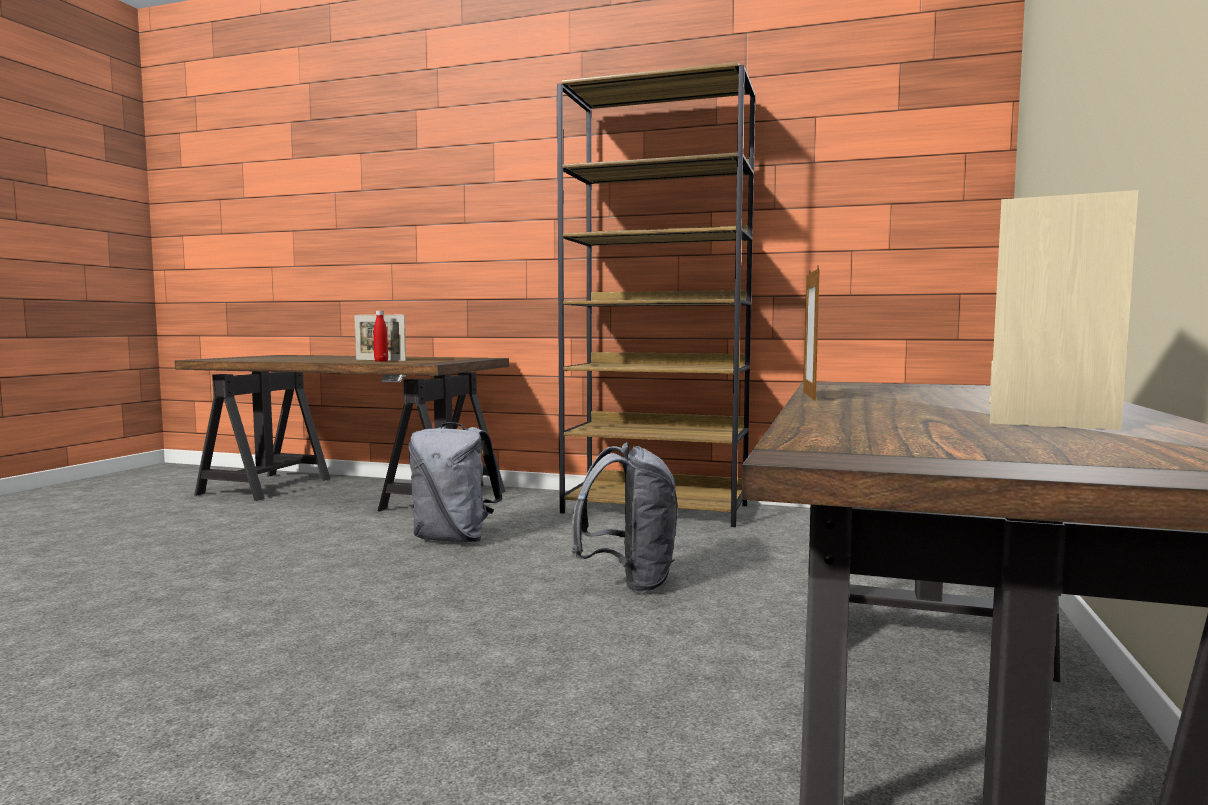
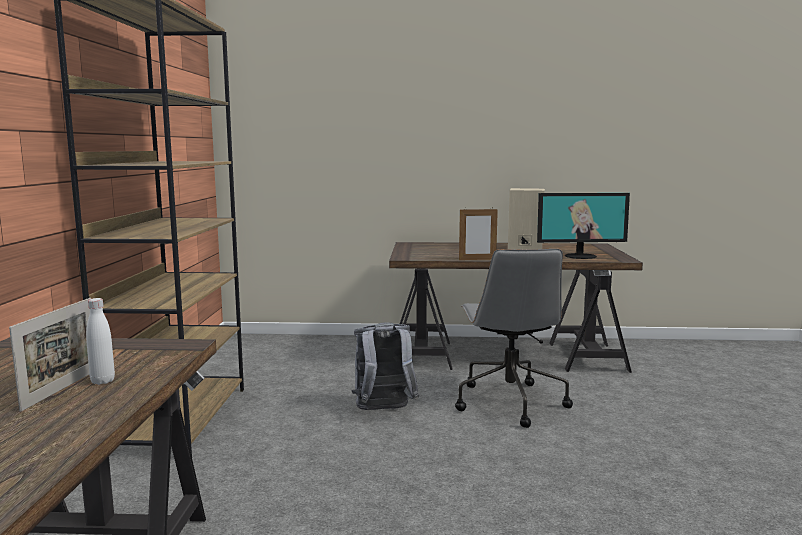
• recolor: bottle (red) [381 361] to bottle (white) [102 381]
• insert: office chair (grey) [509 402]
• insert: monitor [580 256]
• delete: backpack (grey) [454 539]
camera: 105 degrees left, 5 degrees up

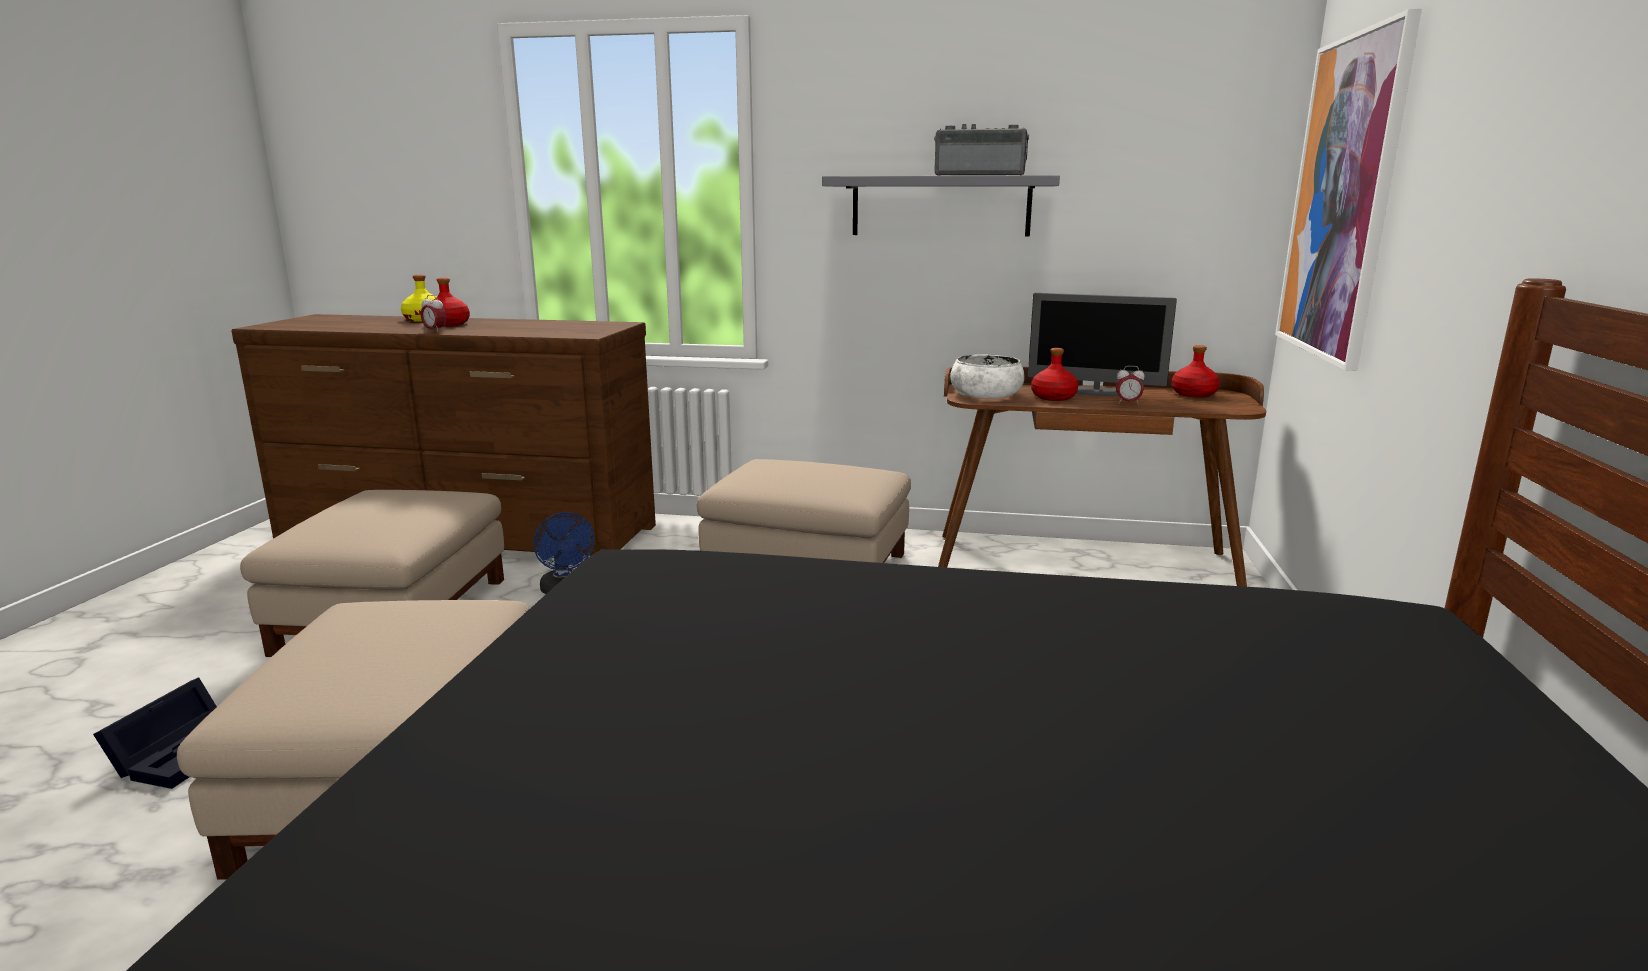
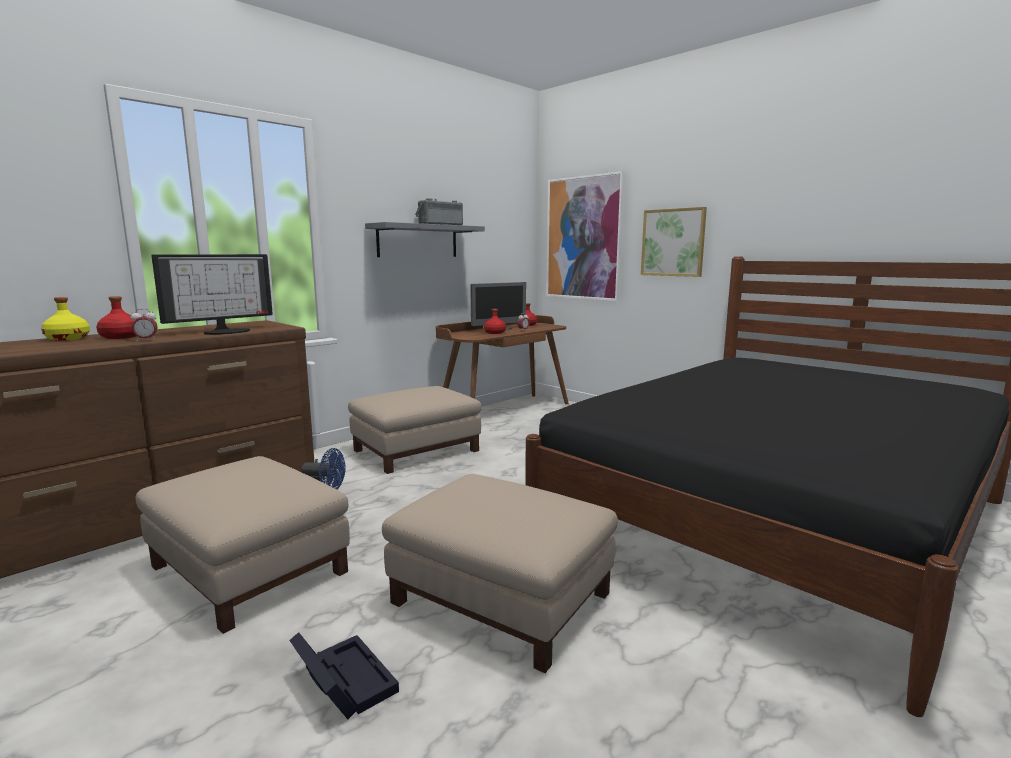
• insert: monitor [226 331]
• insert: picture [673 242]
• delete: bowl (white) [986 395]
camera: 55 degrees left, 5 degrees down

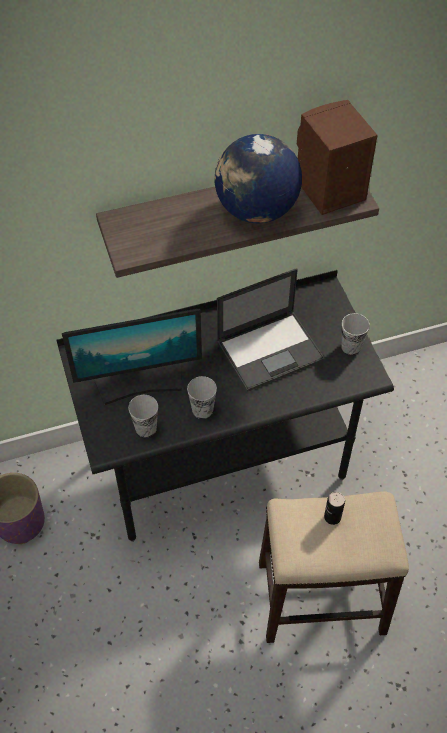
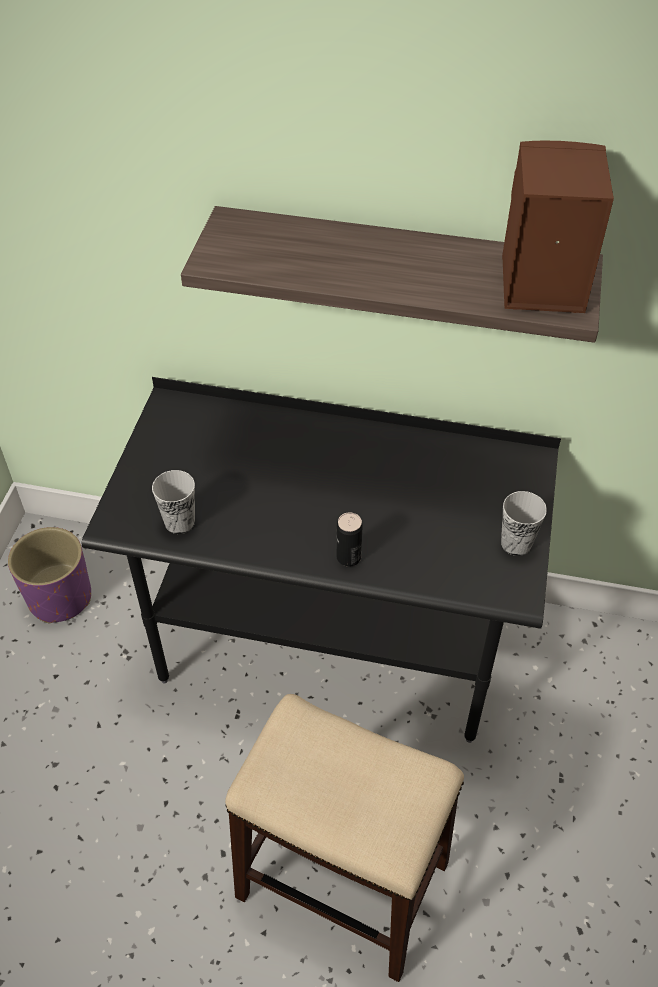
• move: can [332 517] to [348 557]
• delete: monitor [139 382]
• delete: cup [202 410]
• delete: globe [256 210]
• delete: laptop [271 350]
camera: 30 degrees right, 5 degrees down

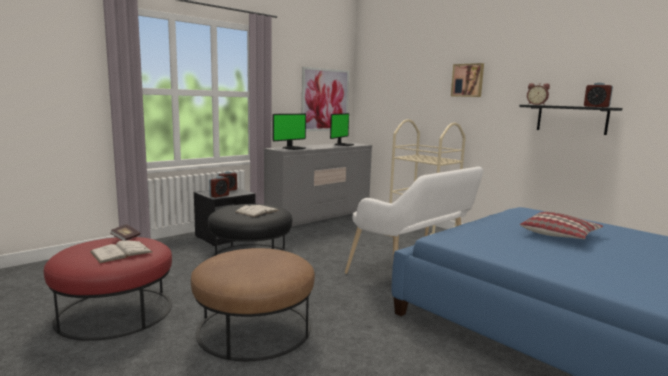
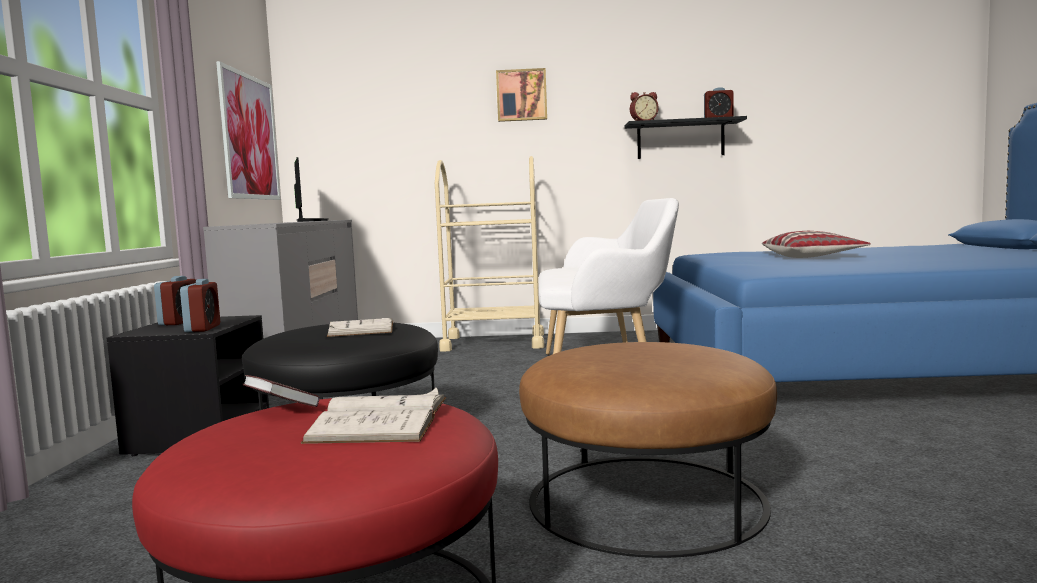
• delete: monitor [293 148]
camera: 45 degrees left, 5 degrees down

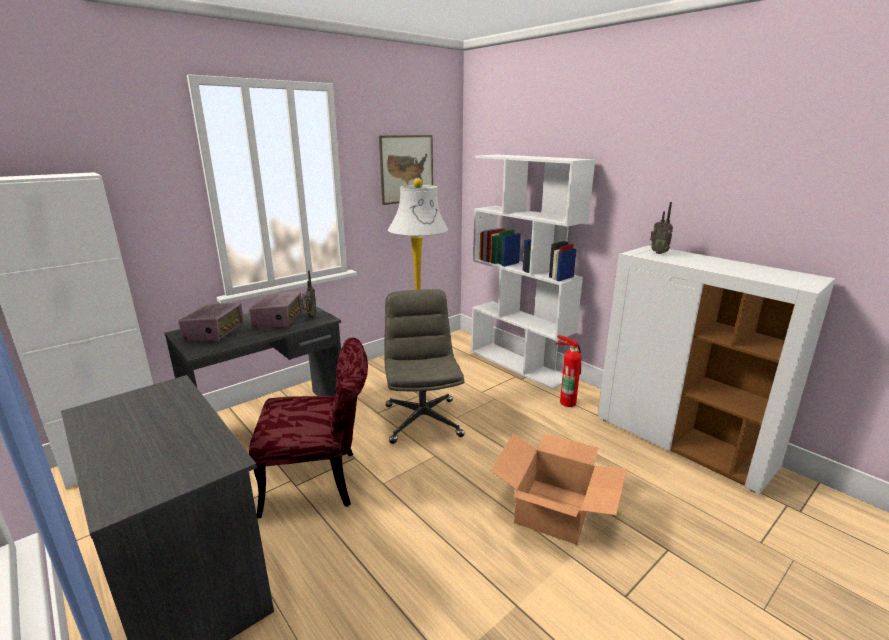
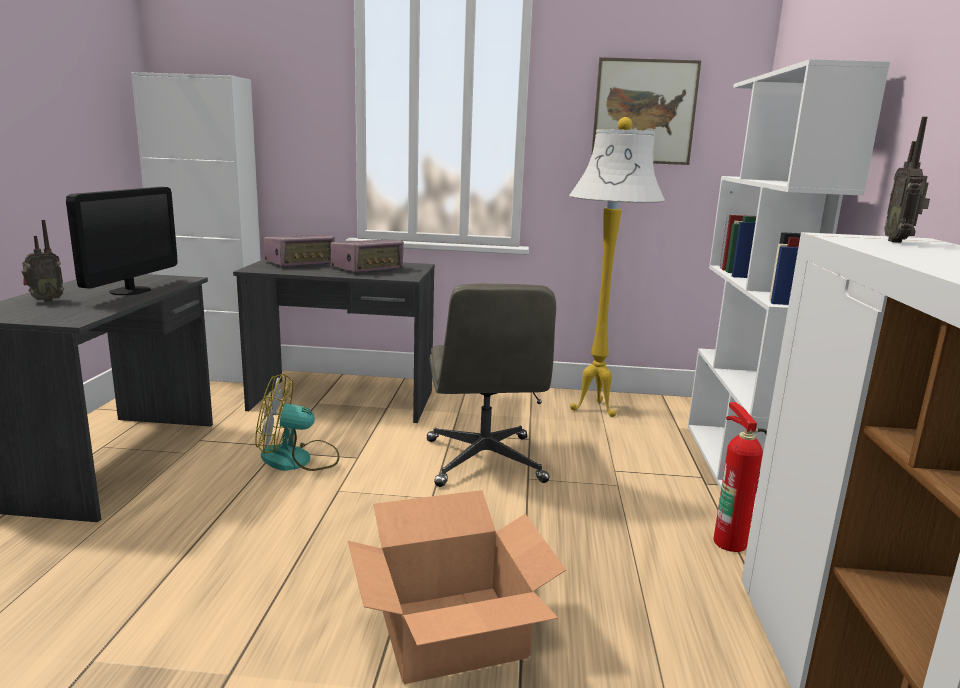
• move: radio [310 317] to [45 300]
• insert: monitor [130 291]
• replace: chair (red) [322 481] to fan [298 459]
• rotate: office chair (grey) [422 420] = [485 461] 135 degrees clockwise
camera: 45 degrees right, 5 degrees down

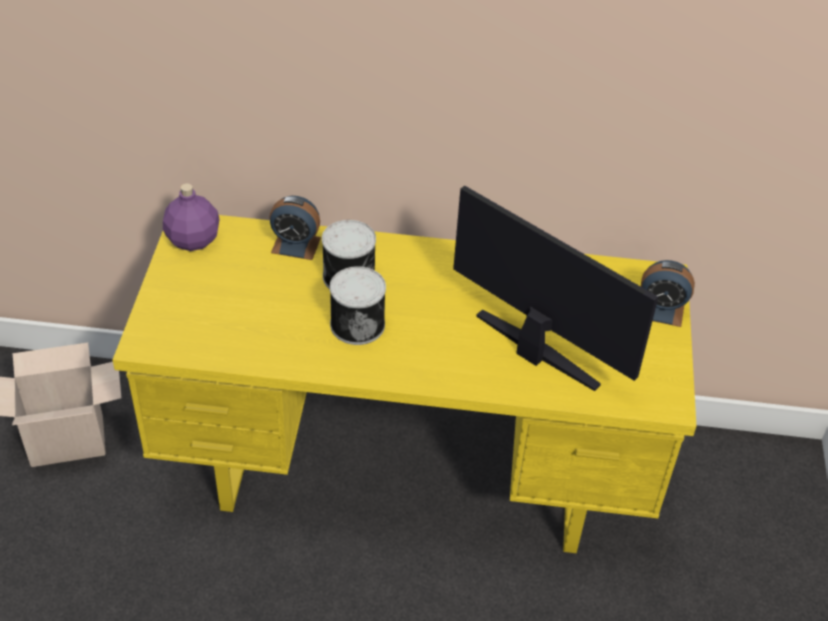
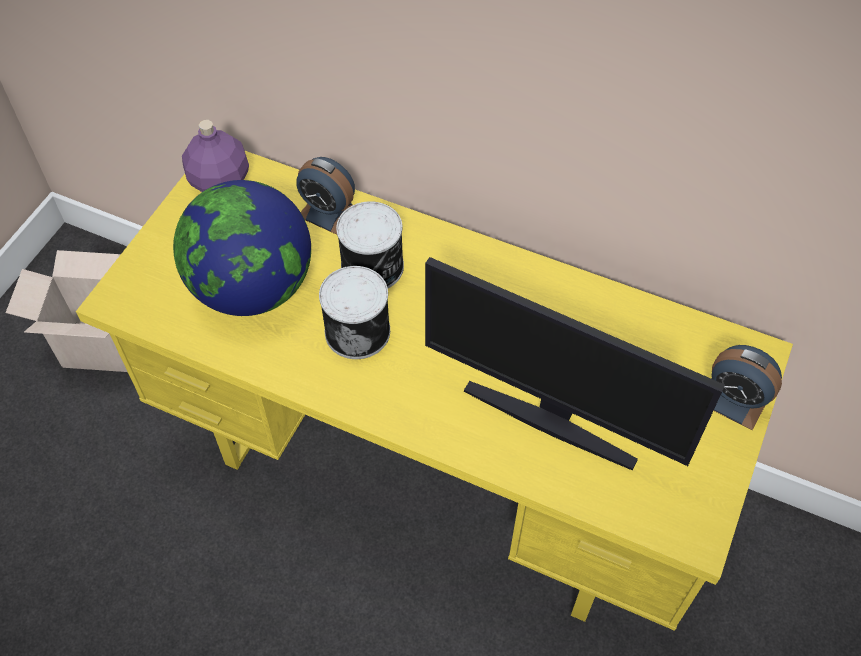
• insert: globe [252 288]
• rotate: monitor [533 352] = [551 420] 150 degrees clockwise
camera: 20 degrees right, 10 degrees up

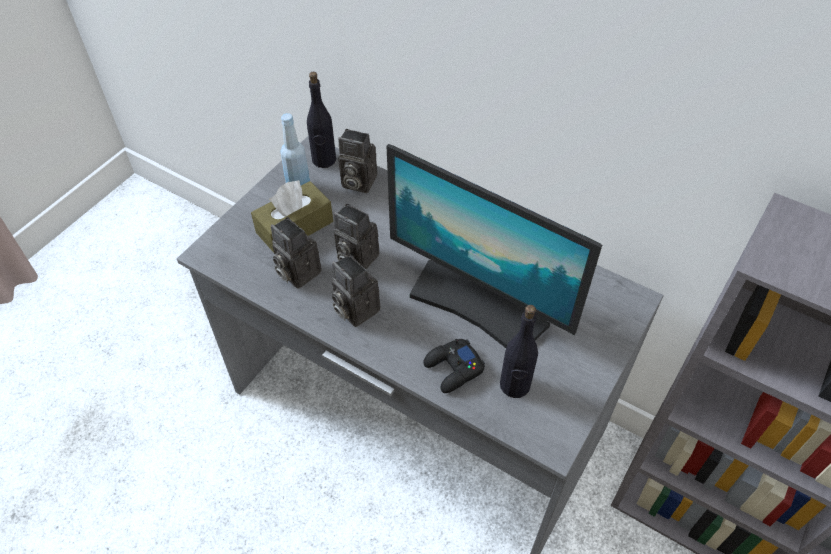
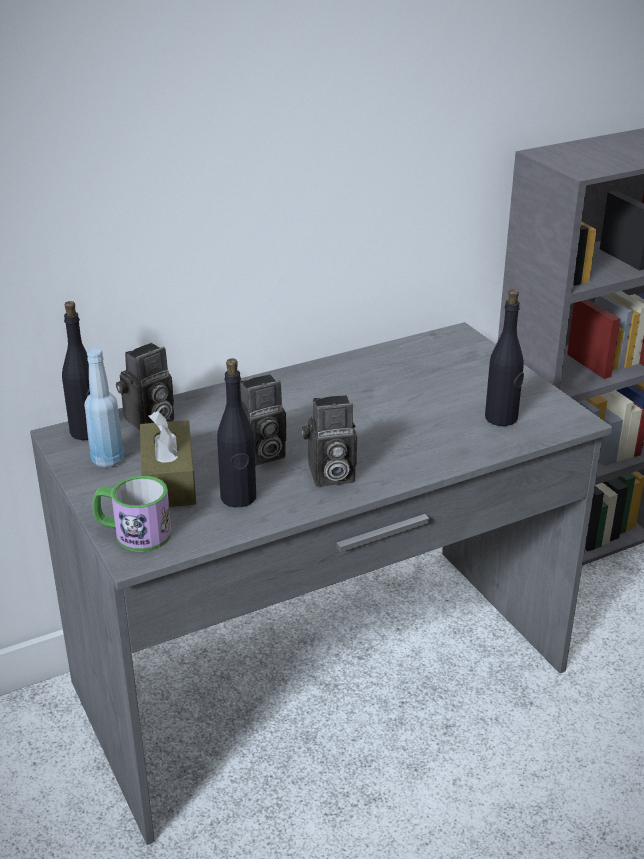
• insert: mug [133 533]
• replace: photo camera [296 272] to bottle (black) [238 498]
• delete: monitor [478 304]
• delete: game controller (black) [453 369]
camera: 60 degrees left, 20 degrees down

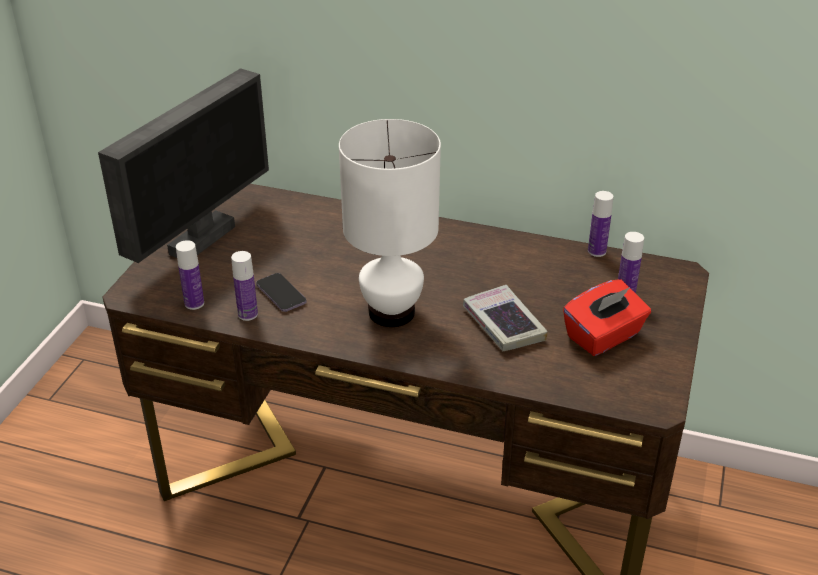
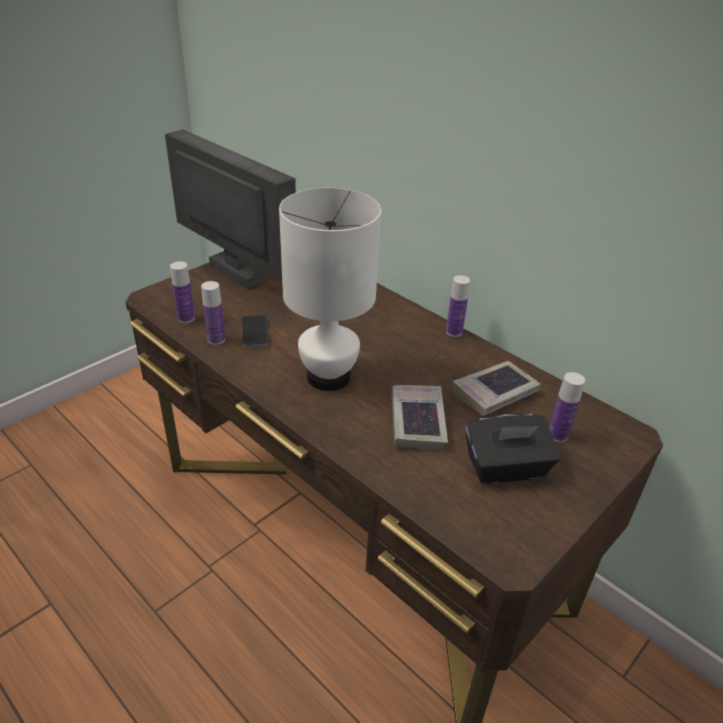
• rotate: monitor [200 239] = [234 274] 105 degrees counterclockwise
• move: bottle [596 251] to [454 332]
• insert: book [495 393]
• recolor: tissue box (red) [604 336] to tissue box (black) [506 468]
camera: 25 degrees right, 0 degrees up

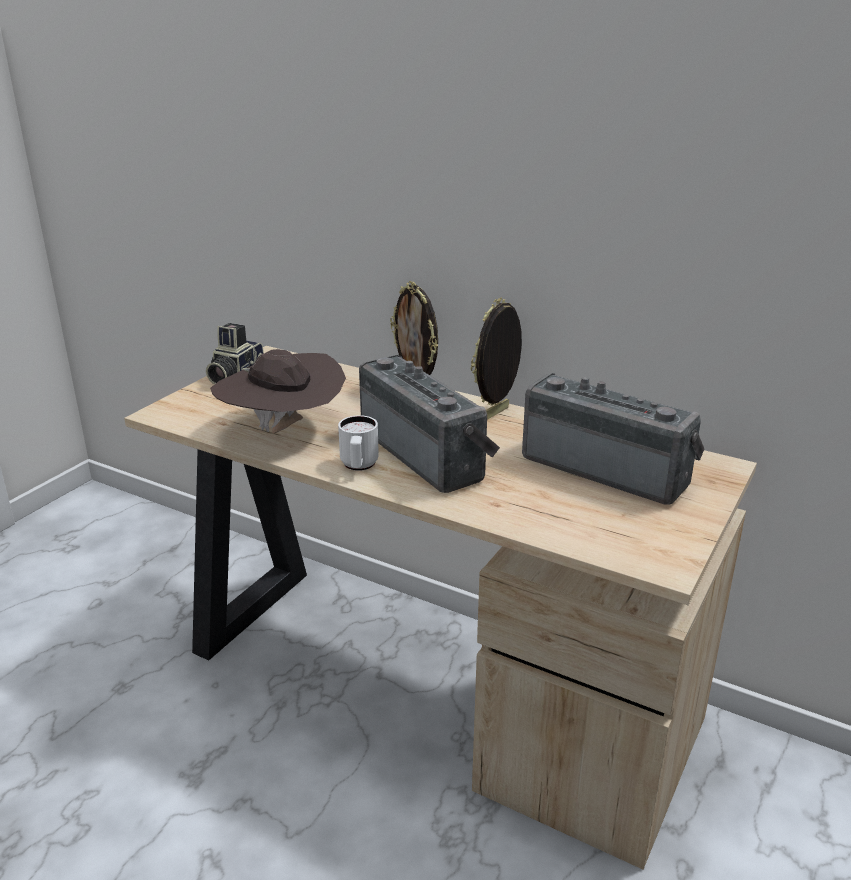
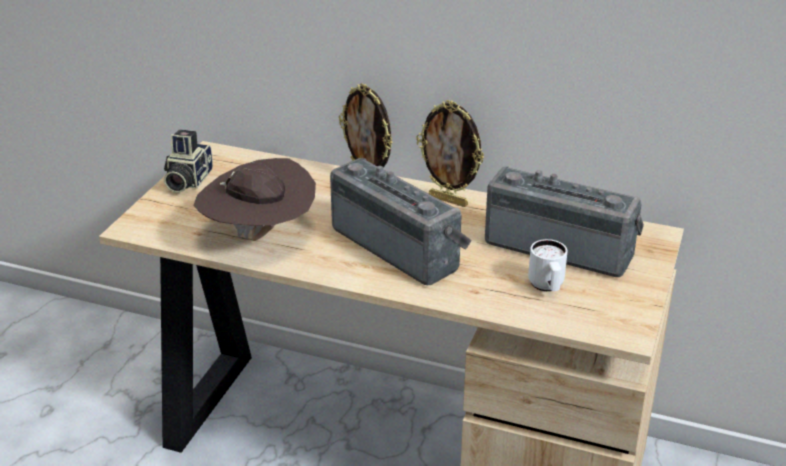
• rotate: picture frame [496 414] = [449 200] 90 degrees counterclockwise
• move: mug (white) [359 467] to [547 287]
camera: 10 degrees left, 5 degrees up

